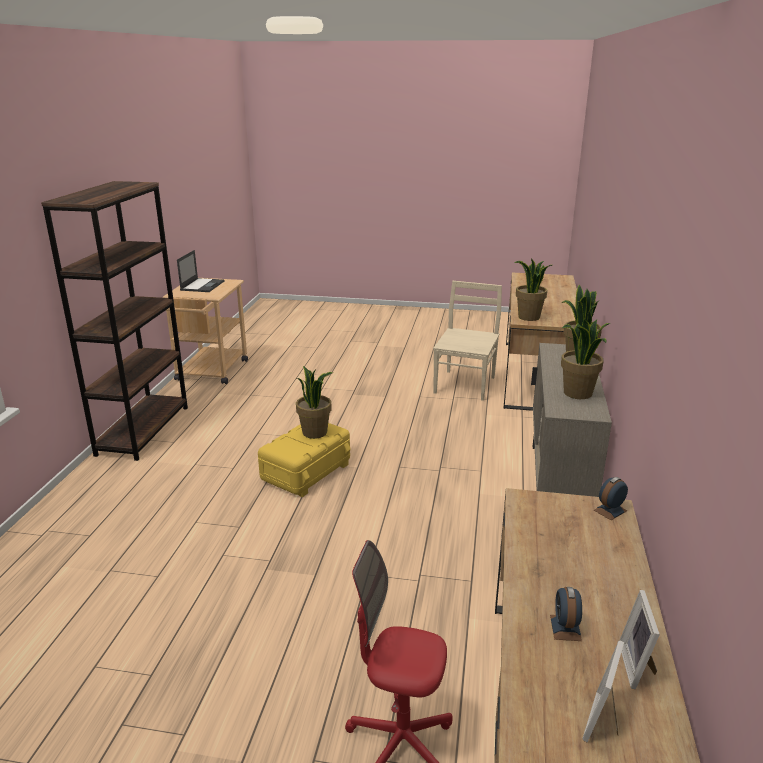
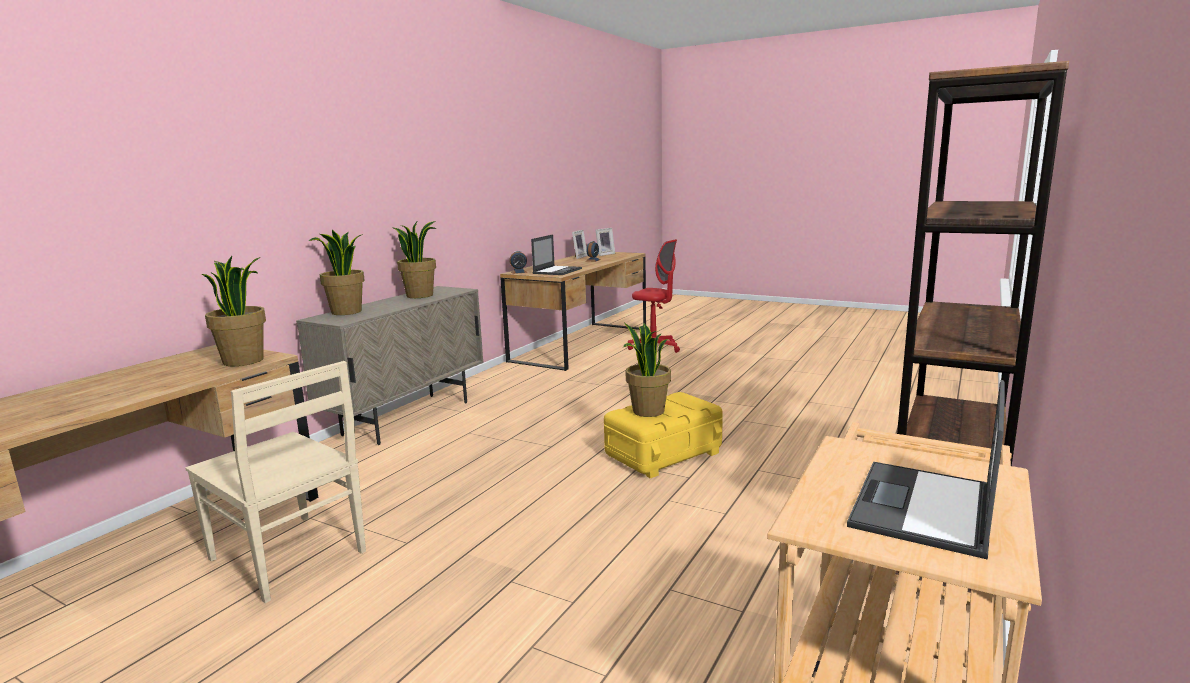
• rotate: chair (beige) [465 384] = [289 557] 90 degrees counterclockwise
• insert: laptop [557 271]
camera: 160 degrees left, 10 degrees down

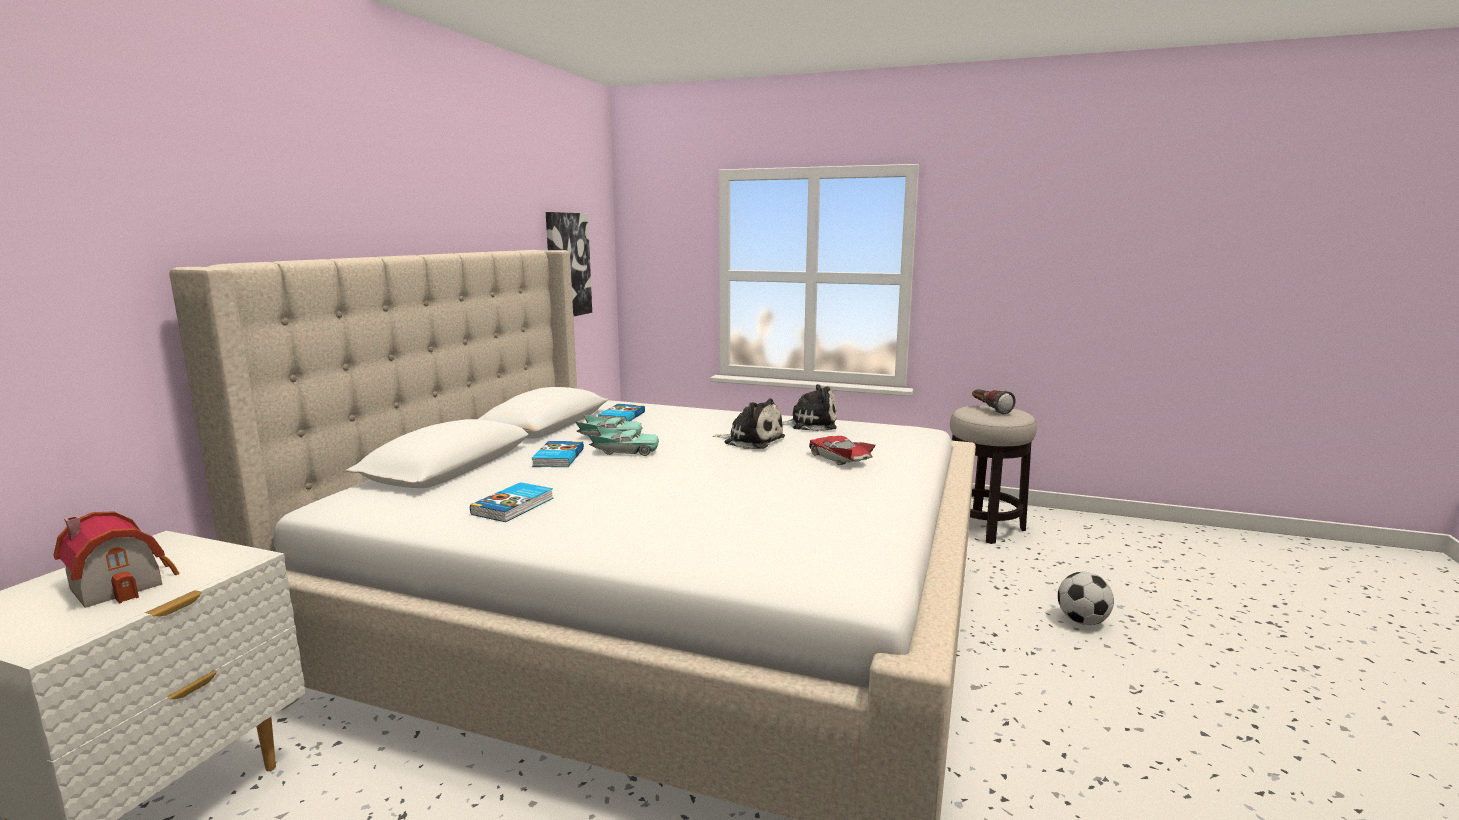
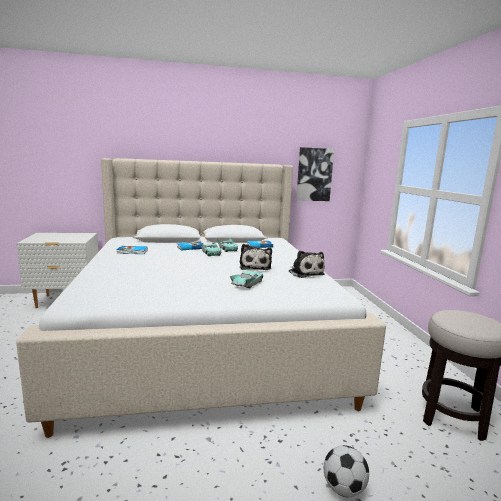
• recolor: toy car (red) [839 459] to toy car (turquoise) [247 284]
• delete: toy house [122 583]
• delete: flashlight [989 409]
camera: 60 degrees right, 0 degrees up

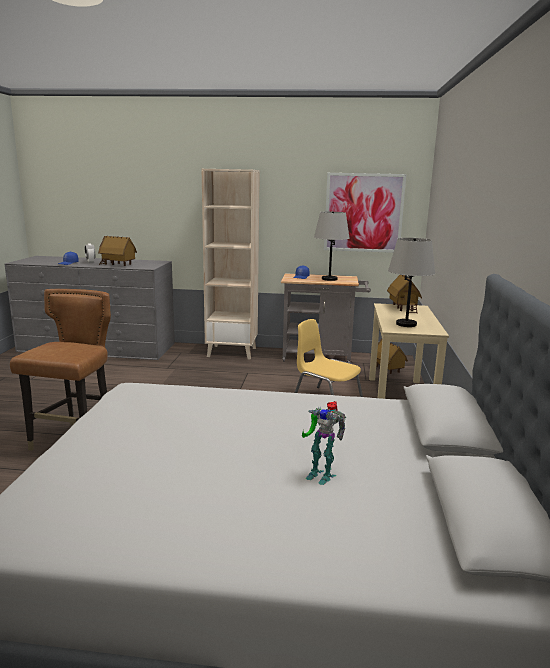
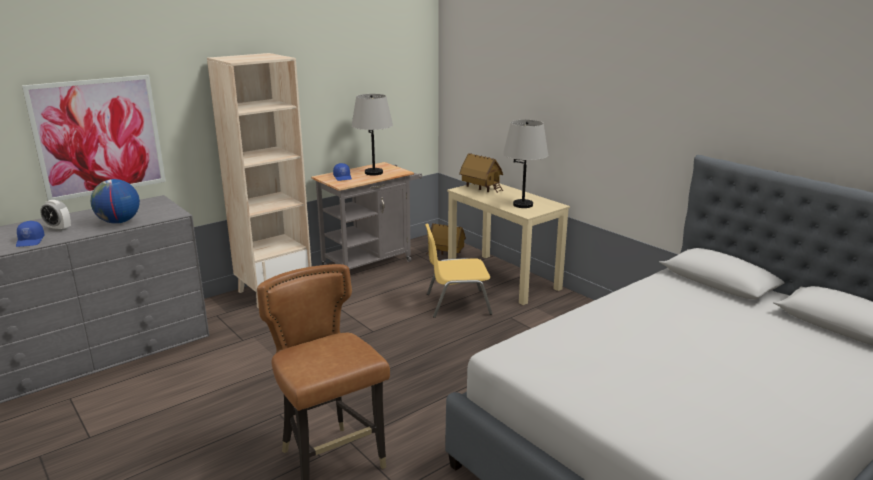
• move: picture [363 213] to [99 137]
• replace: toy house [118 265] to globe [119 222]
• delete: toy robot [320 474]
camera: 45 degrees left, 5 degrees up

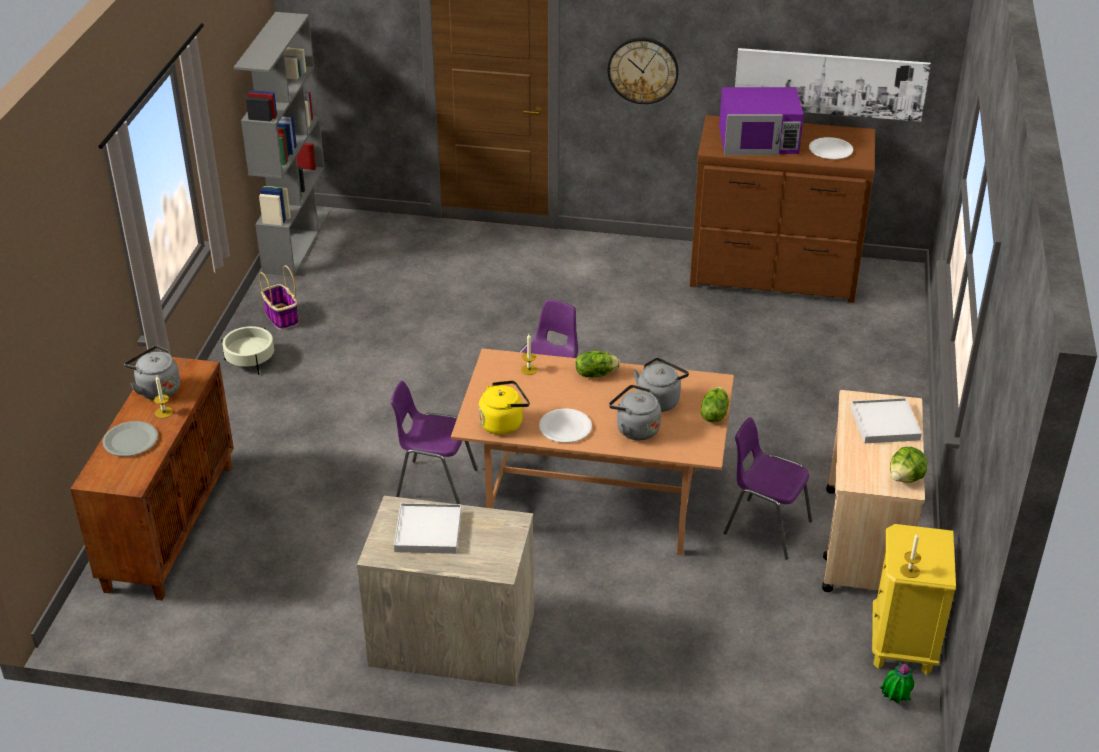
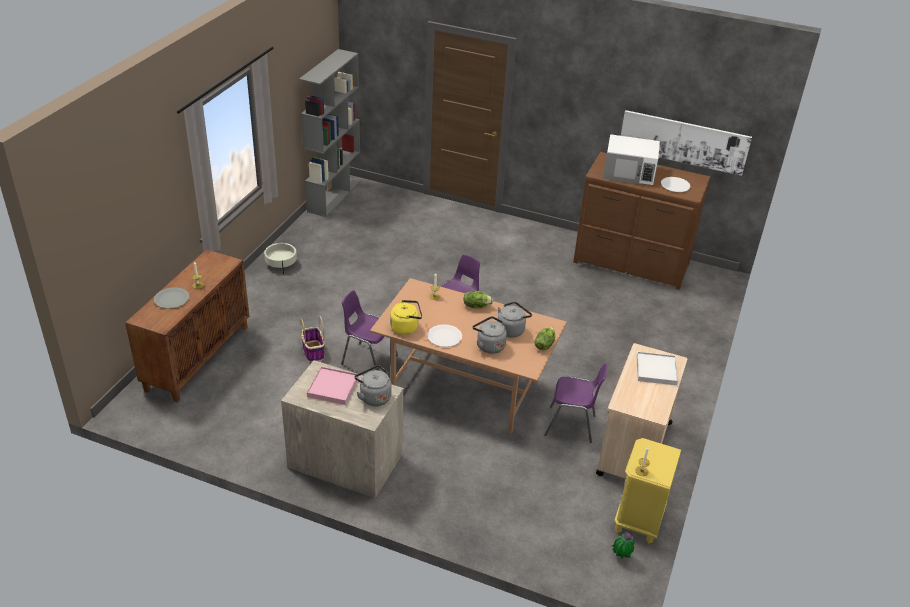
• move: basket [281 317] to [313 351]
• recolor: tray (white) [428 531] to tray (pink) [333 387]
• move: kettle (grey) [157 389] to [374 397]
• rotate: chair (purple) [765 527] = [571 425] 150 degrees clockwise
• recolor: microwave (purple) [759 140] to microwave (white) [629 172]
• delete: wall clock [643 70]
• delete: lettuce [906 478]
camera: 10 degrees right, 0 degrees up

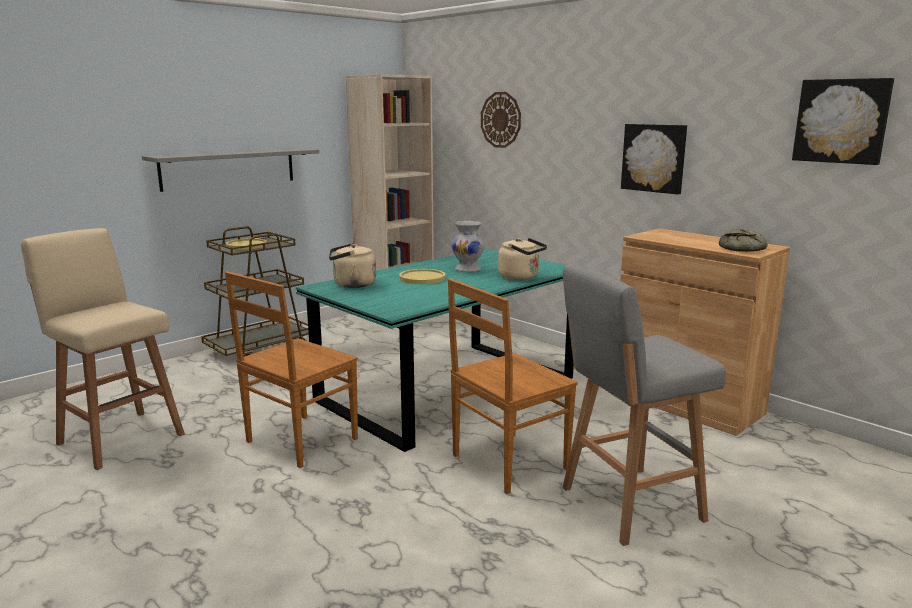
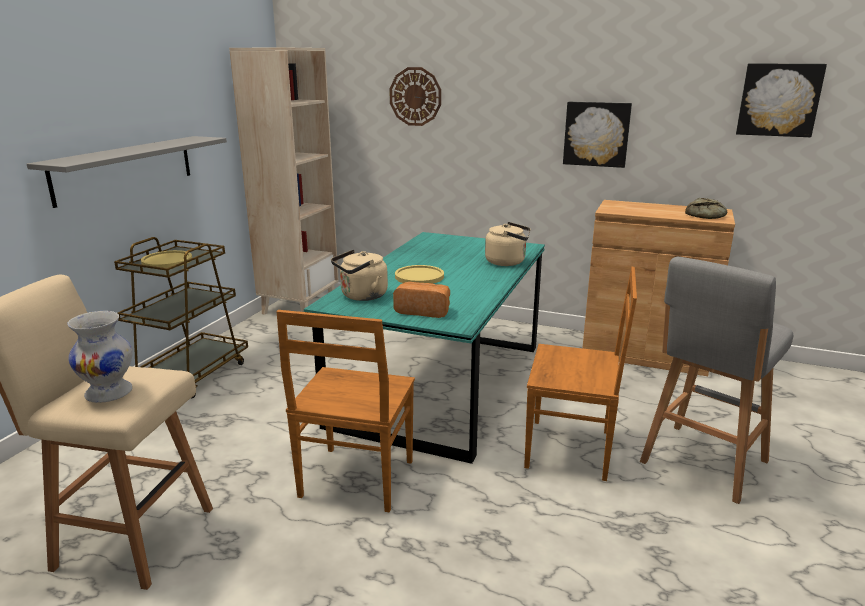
• move: vase (white) [468 269] to [110 392]
• insert: bread [423 311]
• rotate: chair (brown) [507 463] = [571 449] 105 degrees counterclockwise
camera: 25 degrees left, 5 degrees up

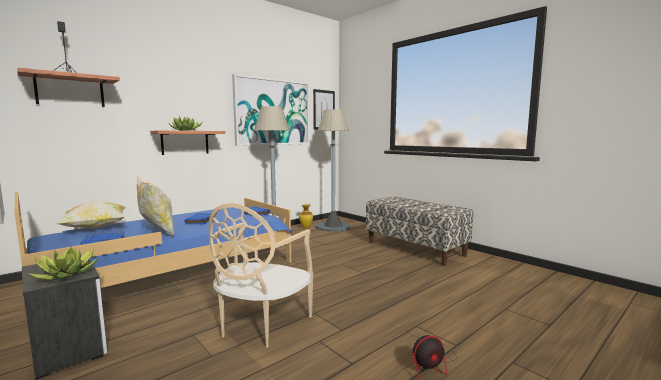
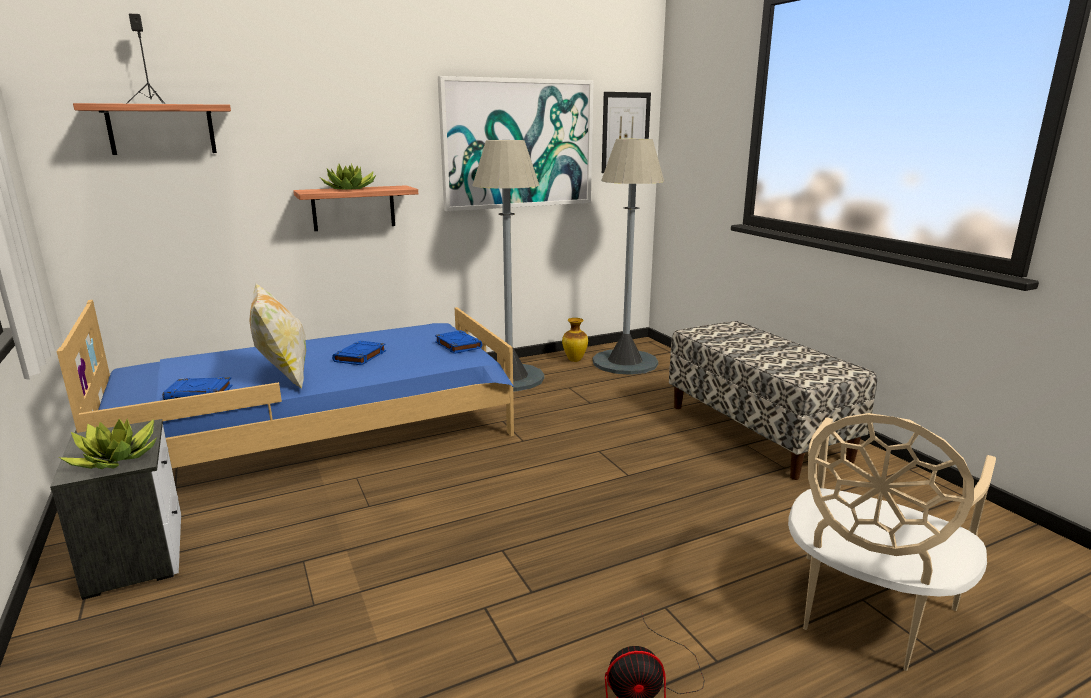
• move: chair (beige) [261 325] to [865 613]
• delete: pillow [96 228]
camera: 15 degrees right, 10 degrees up

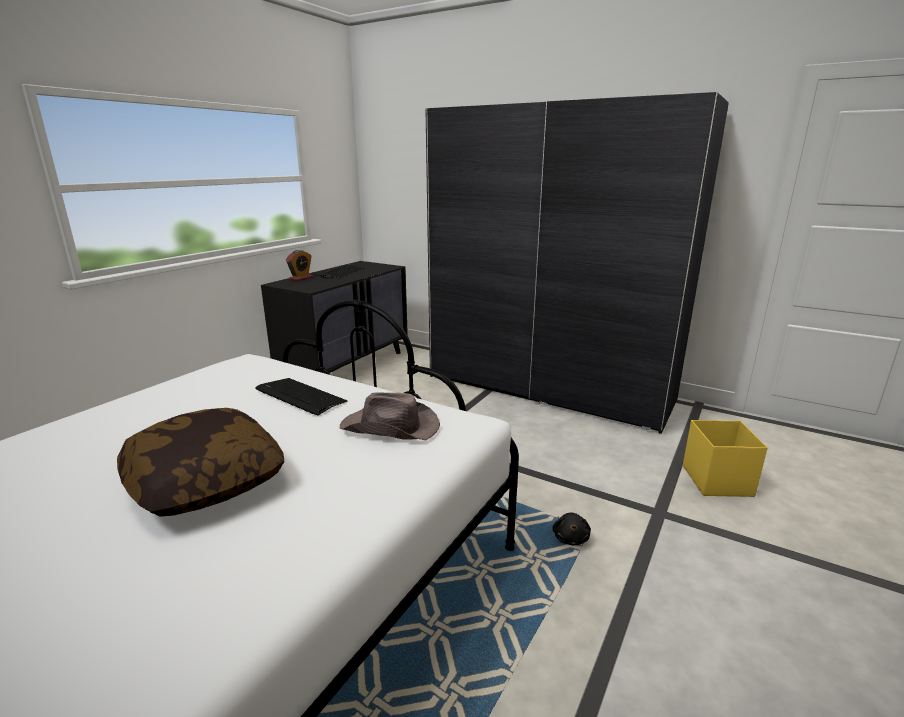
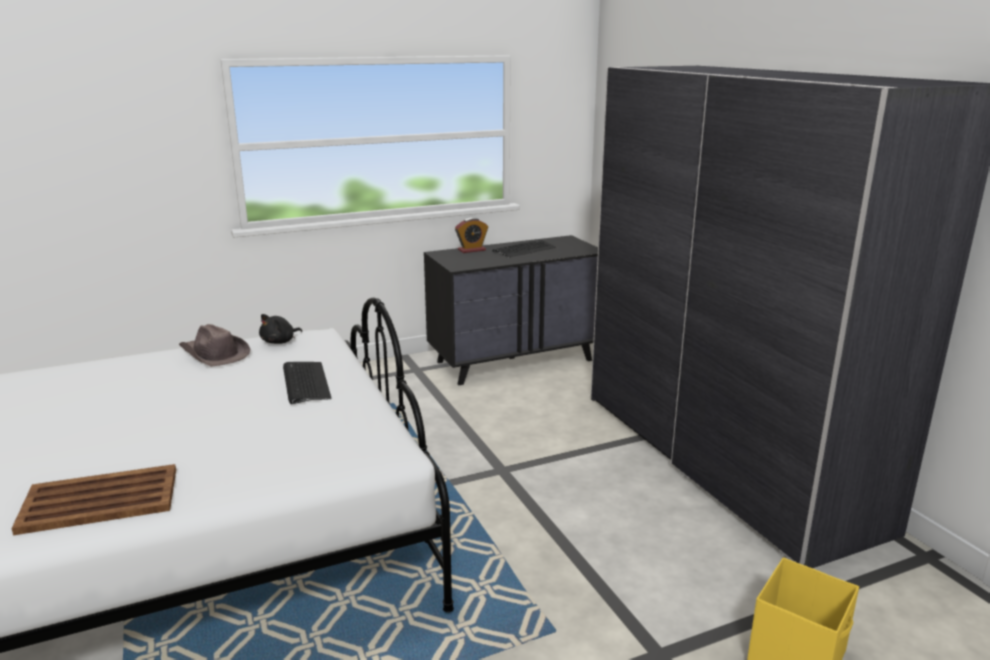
• insert: tray (brown) [98 500]
• move: hat (brown) [391 427] to [214 354]
• move: plush toy (black) [570 538] to [280 342]
• delete: pillow [205 481]
camera: 35 degrees right, 0 degrees up

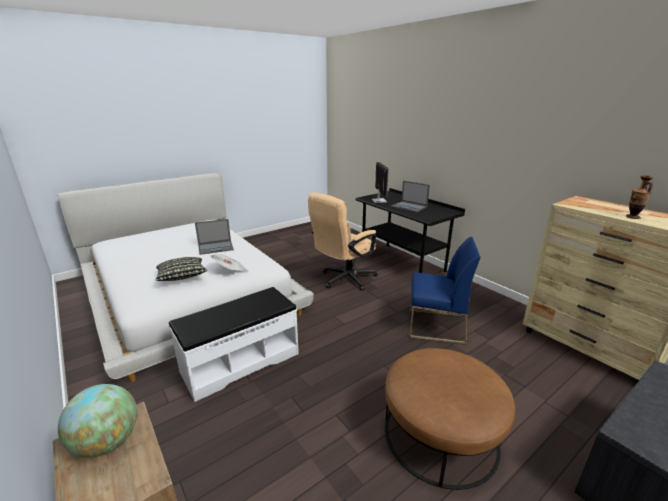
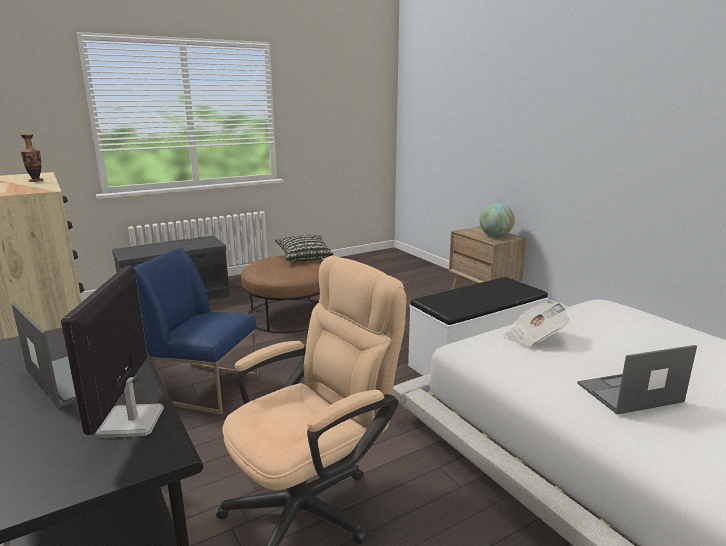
• move: pillow [182 277] to [304 257]
camera: 175 degrees left, 5 degrees down

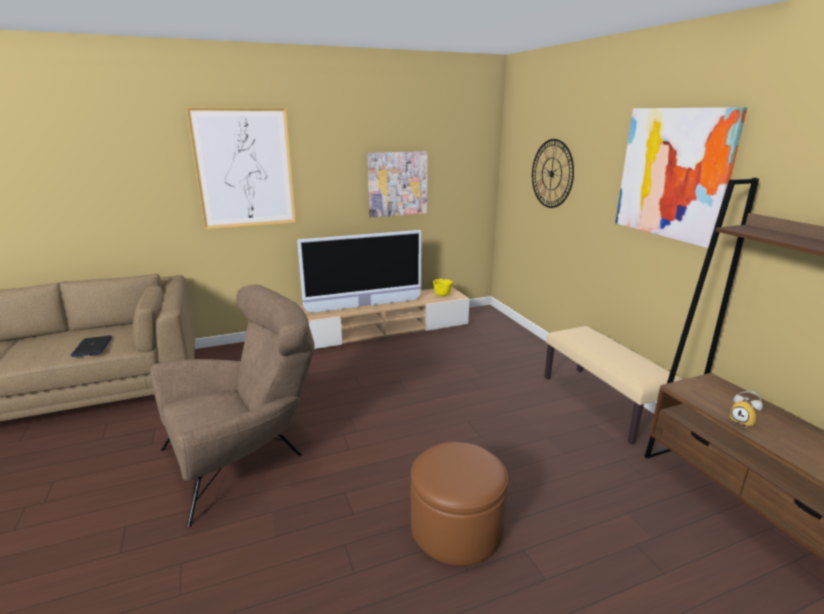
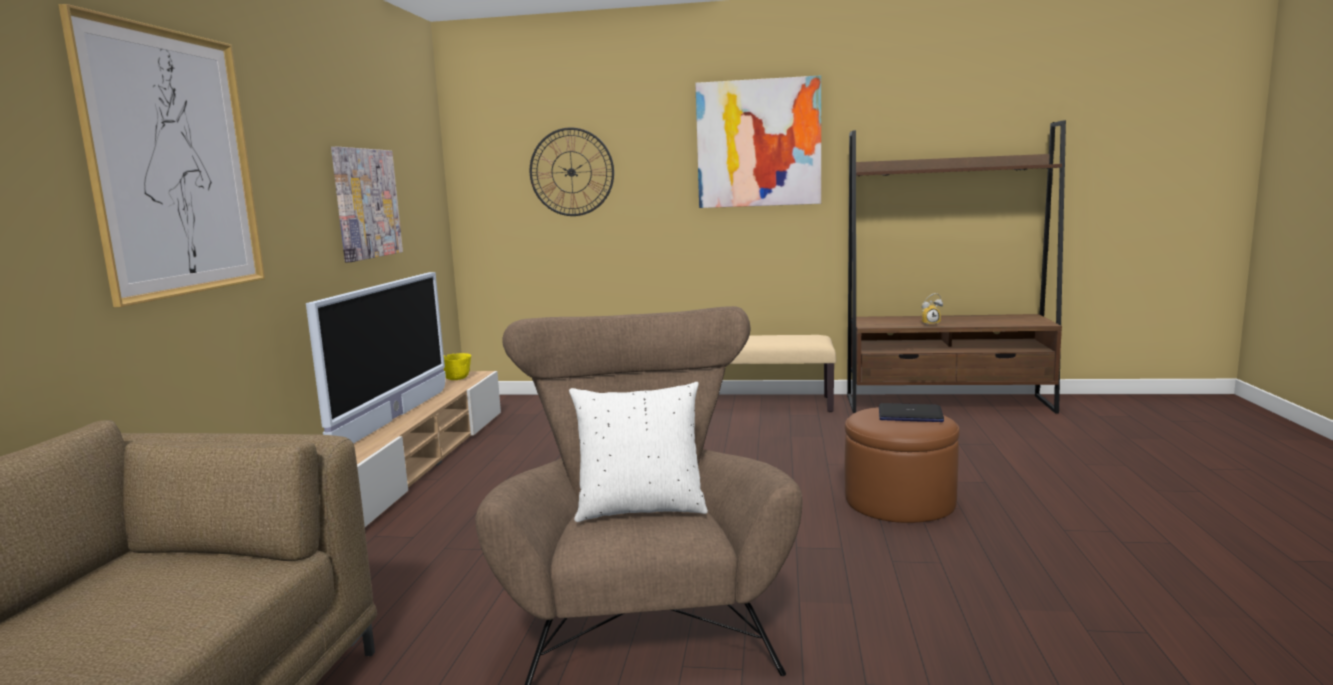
• insert: pillow (white) [640 509]
• move: laptop [92 347] to [910 415]
camera: 60 degrees left, 10 degrees down

